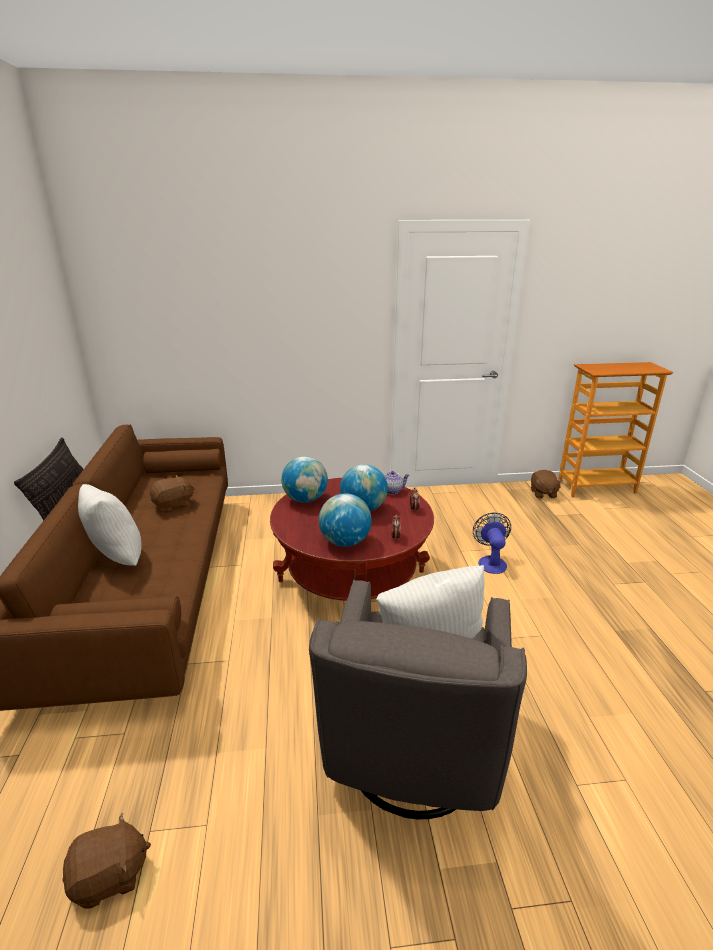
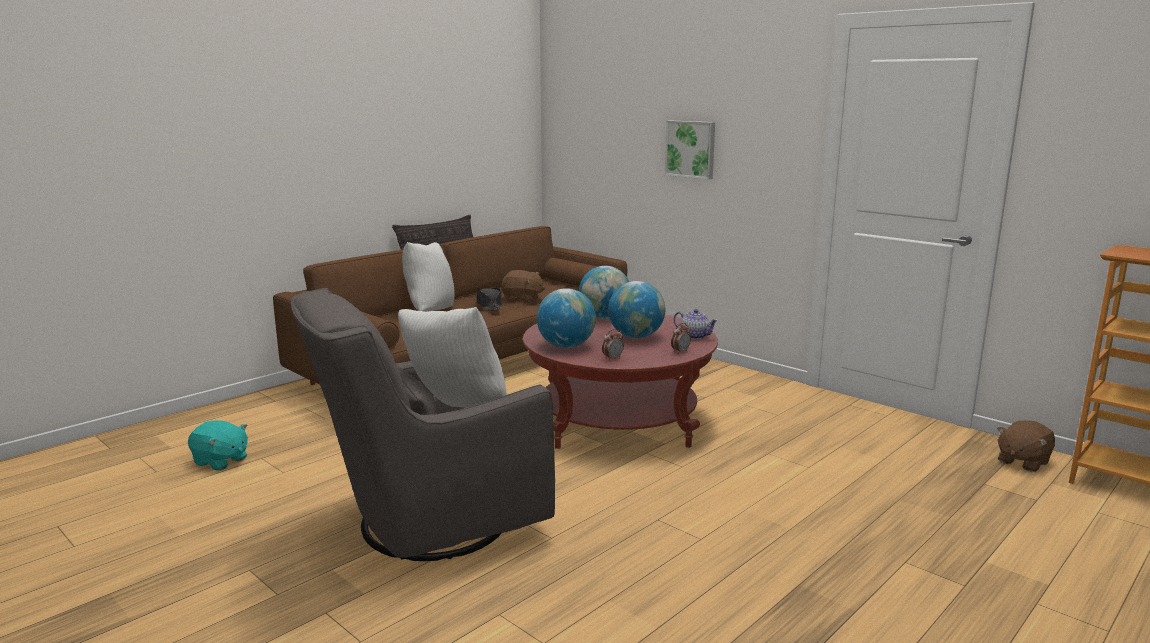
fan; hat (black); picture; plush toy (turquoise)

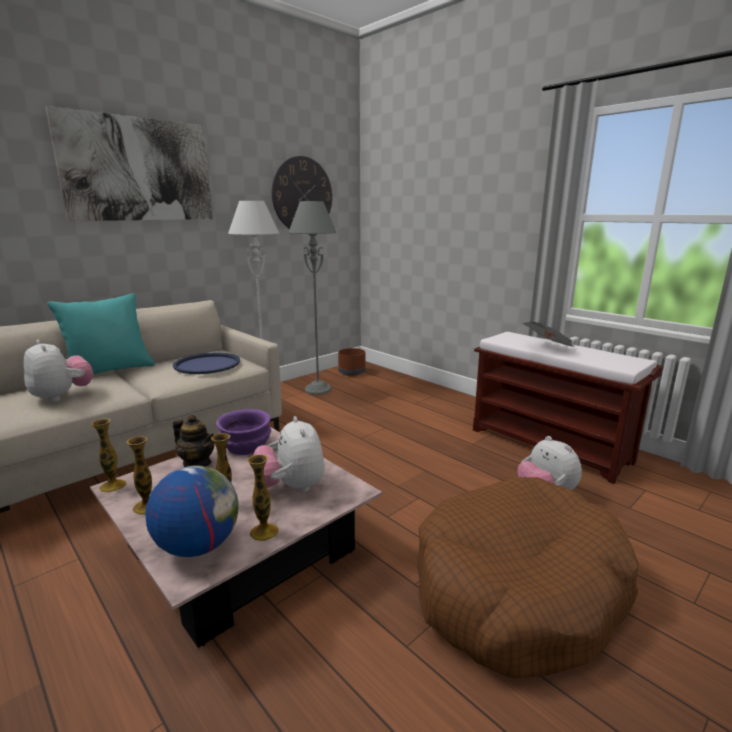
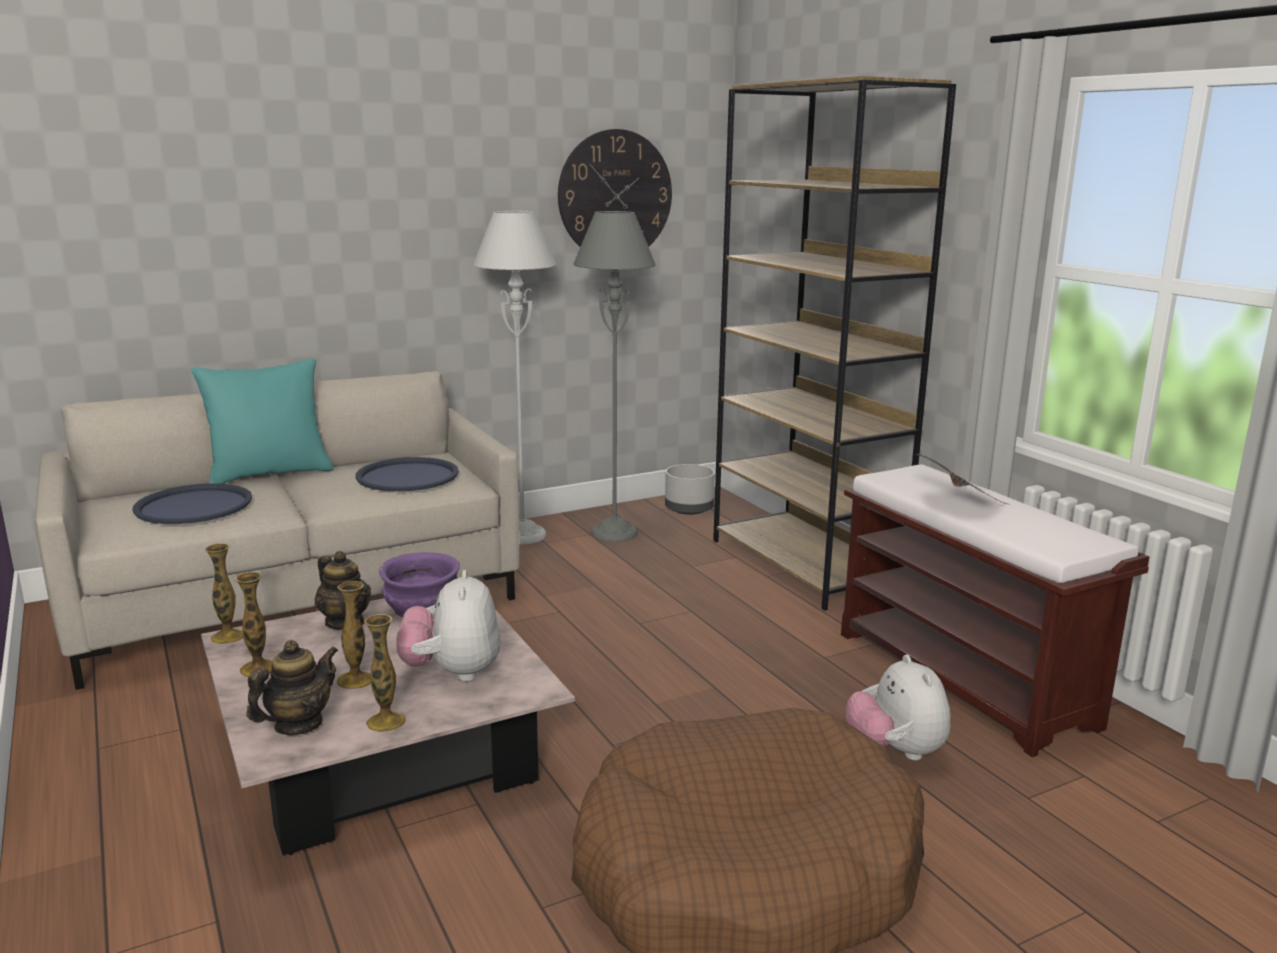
picture; bookcase (brown); tray (blue) (no. 1 from left); teapot (no. 1 from left); planter (grey)

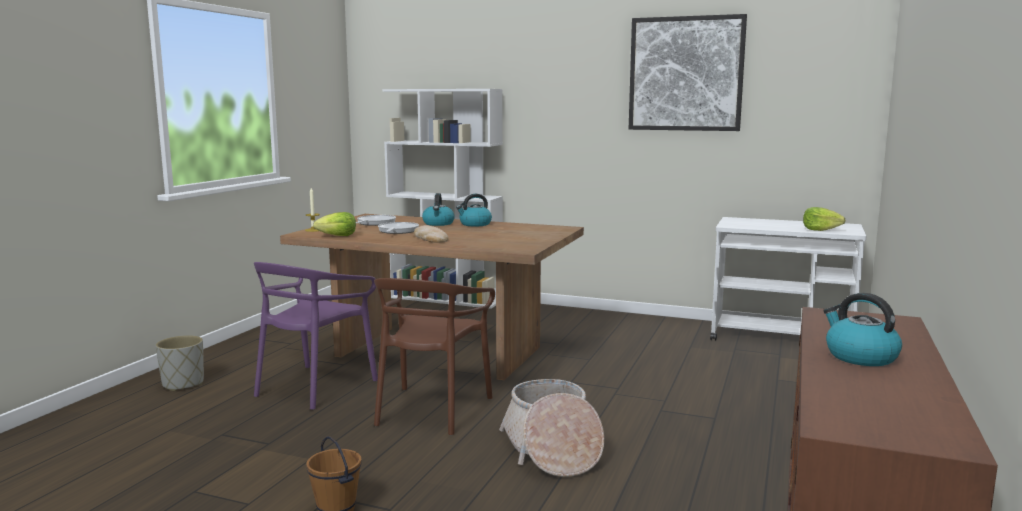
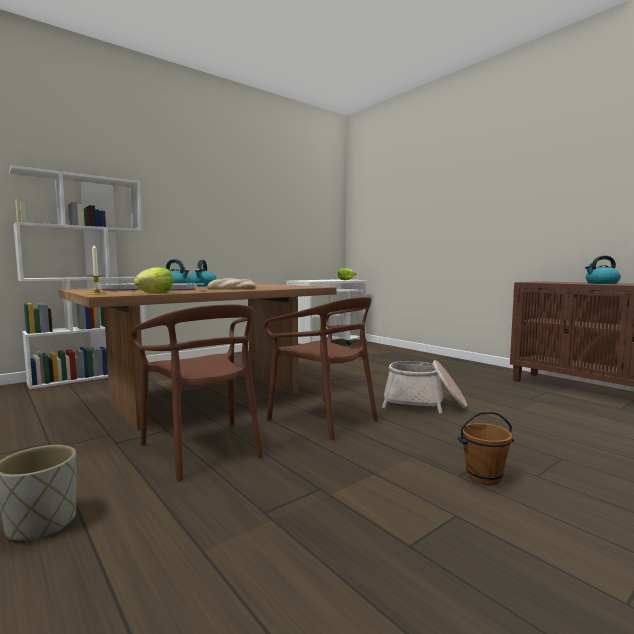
picture; chair (brown) (no. 1 from left)

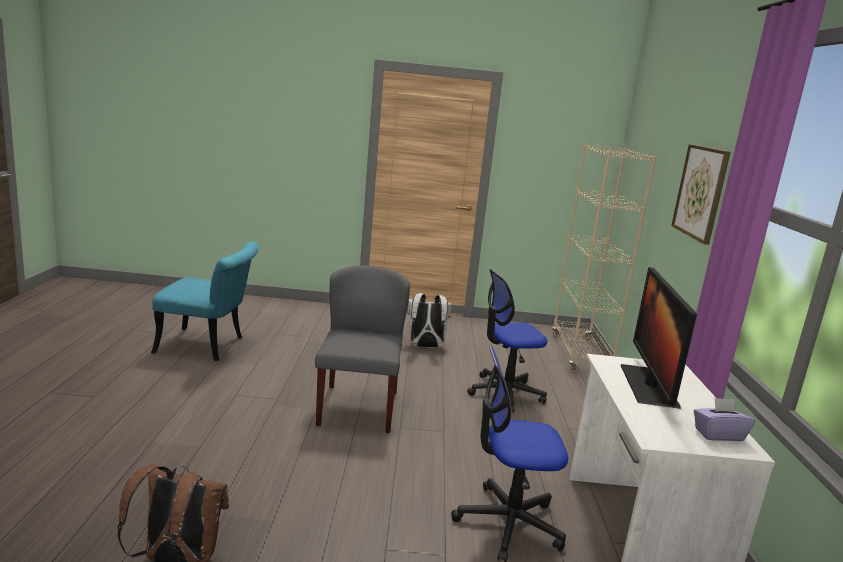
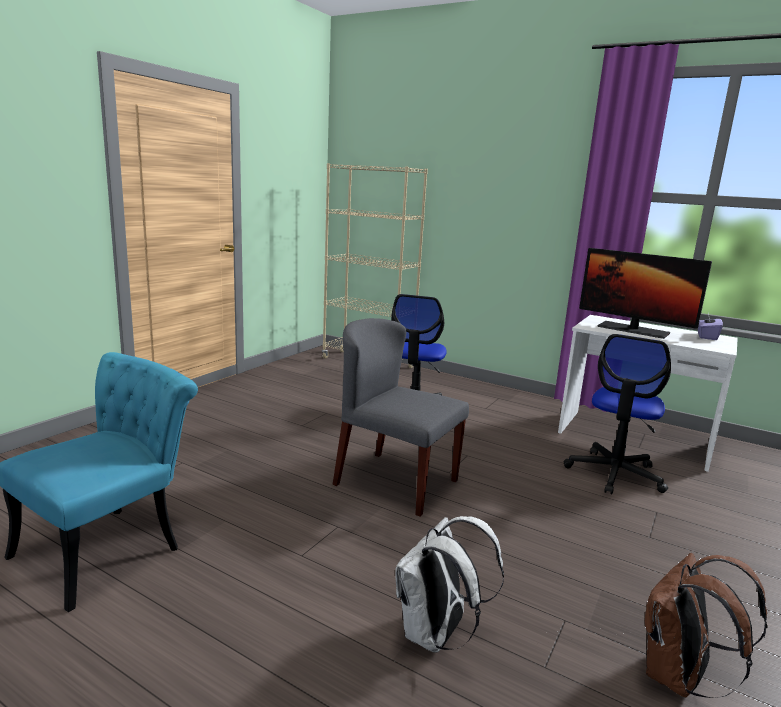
picture; backpack (white)

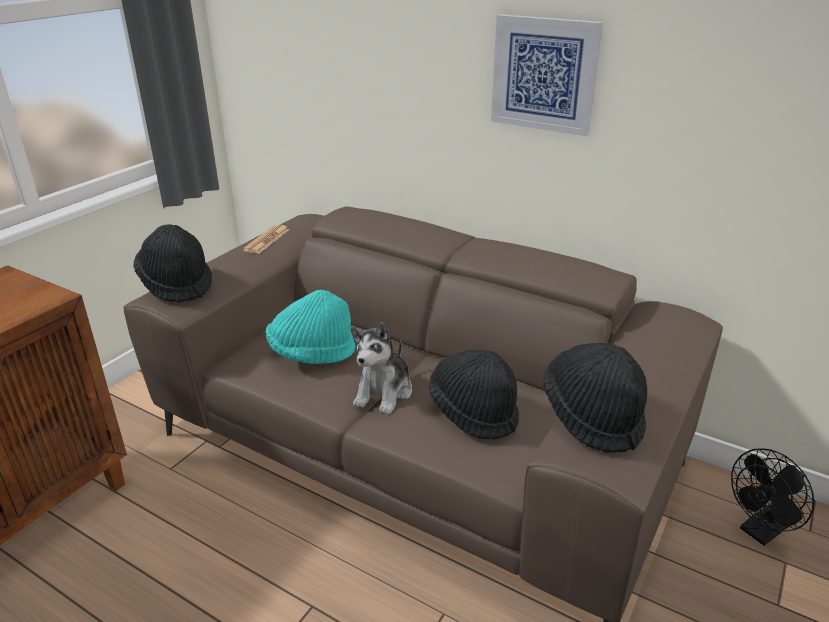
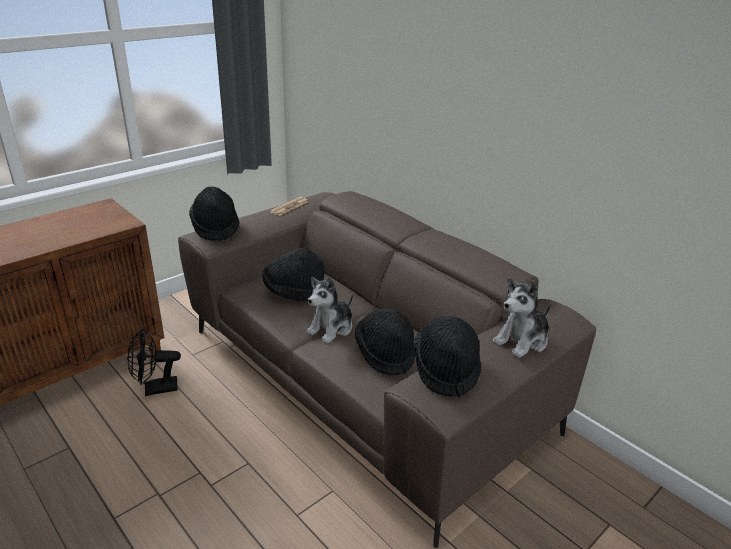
picture; plush toy (no. 2 from left); fan (black); hat (black) (no. 2 from left)

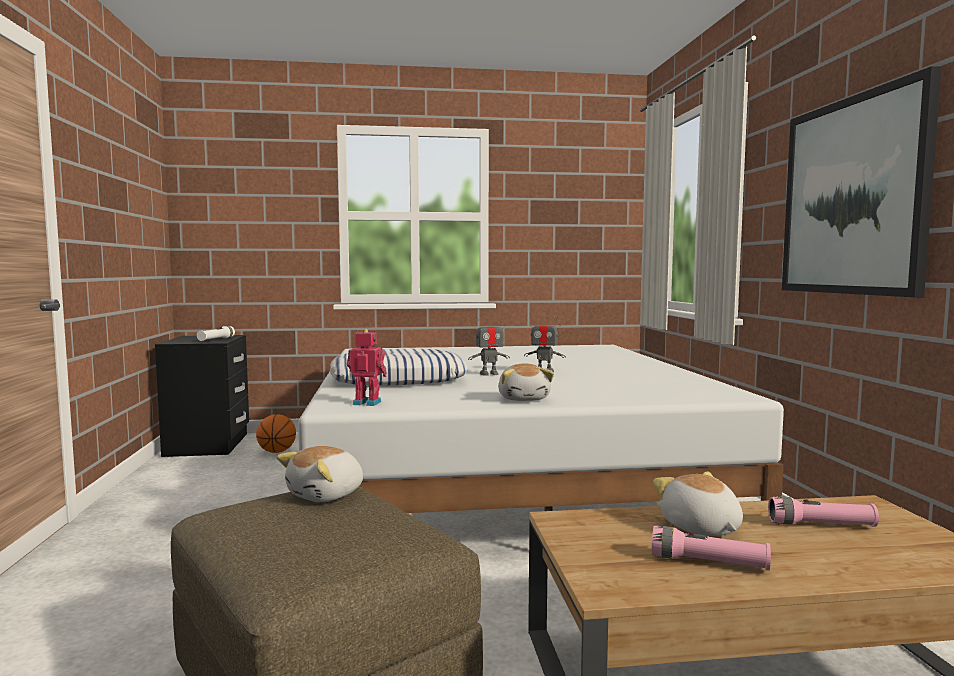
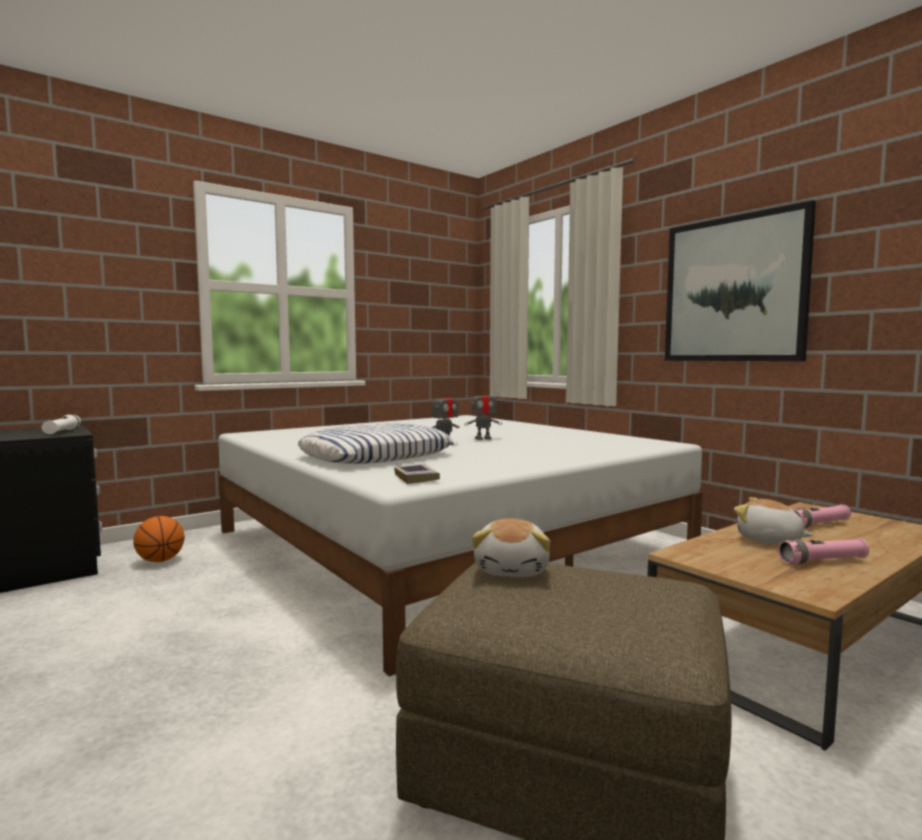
plush toy (no. 2 from left in the first image); book

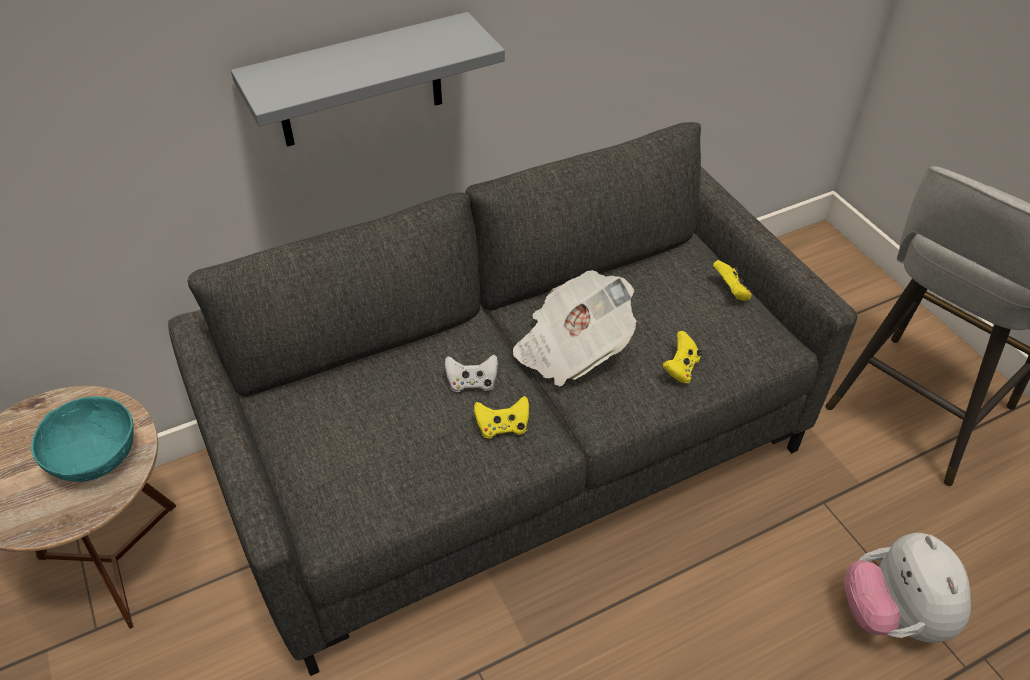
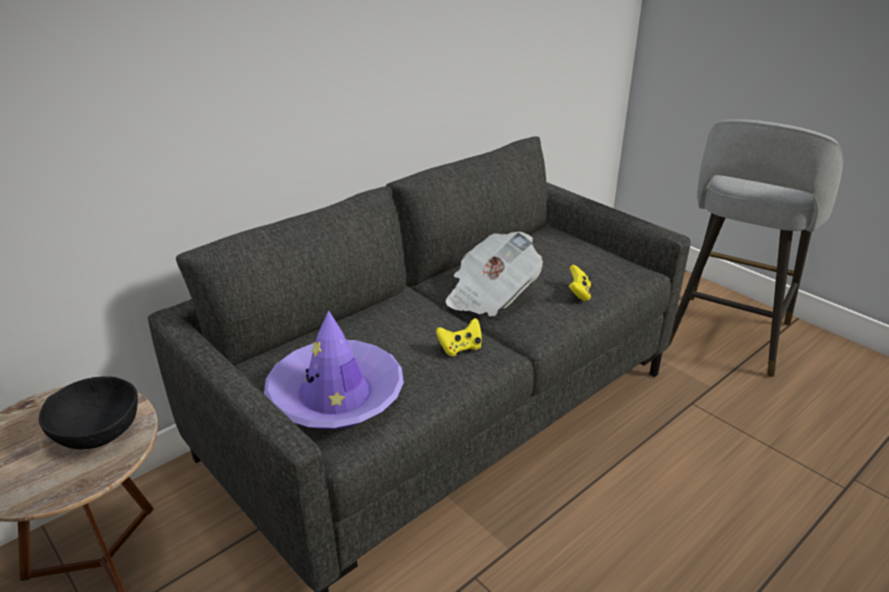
shelf (grey); game controller (white); game controller (yellow) (no. 3 from left in the first image); plush toy; hat (purple); bowl (black)

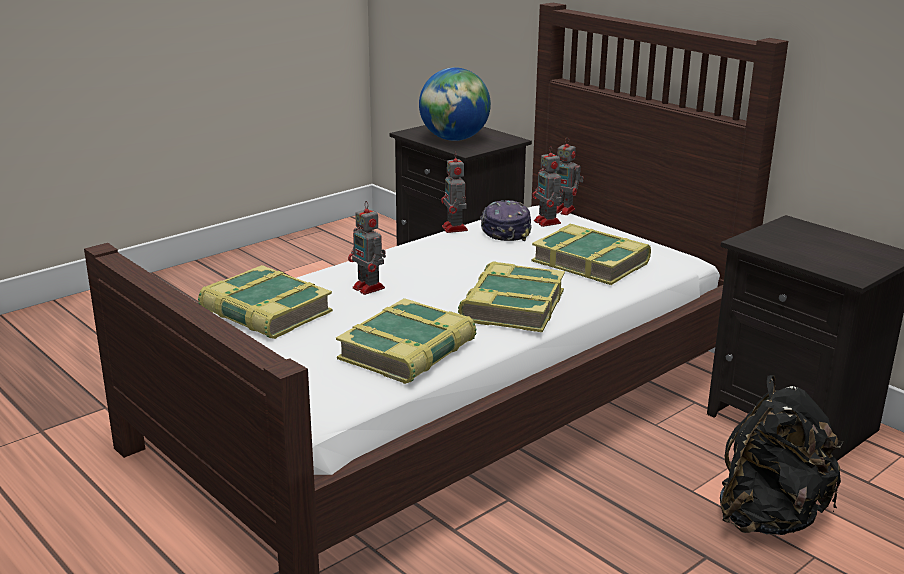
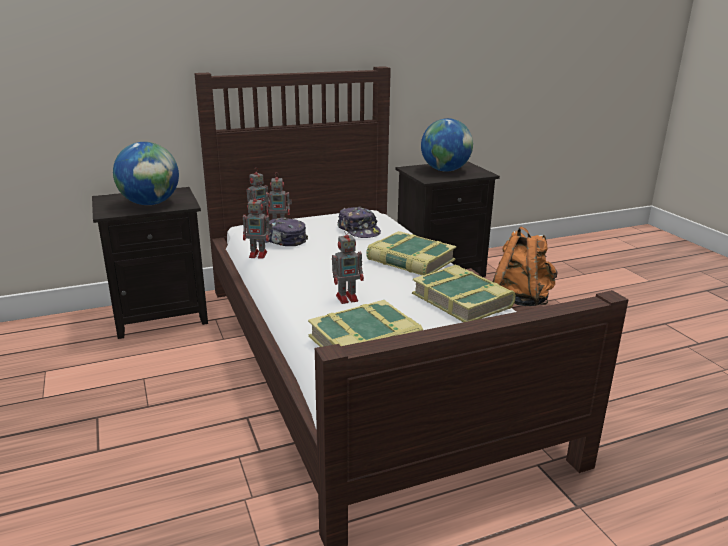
globe (no. 2 from left); cap (no. 2 from left); backpack (orange)

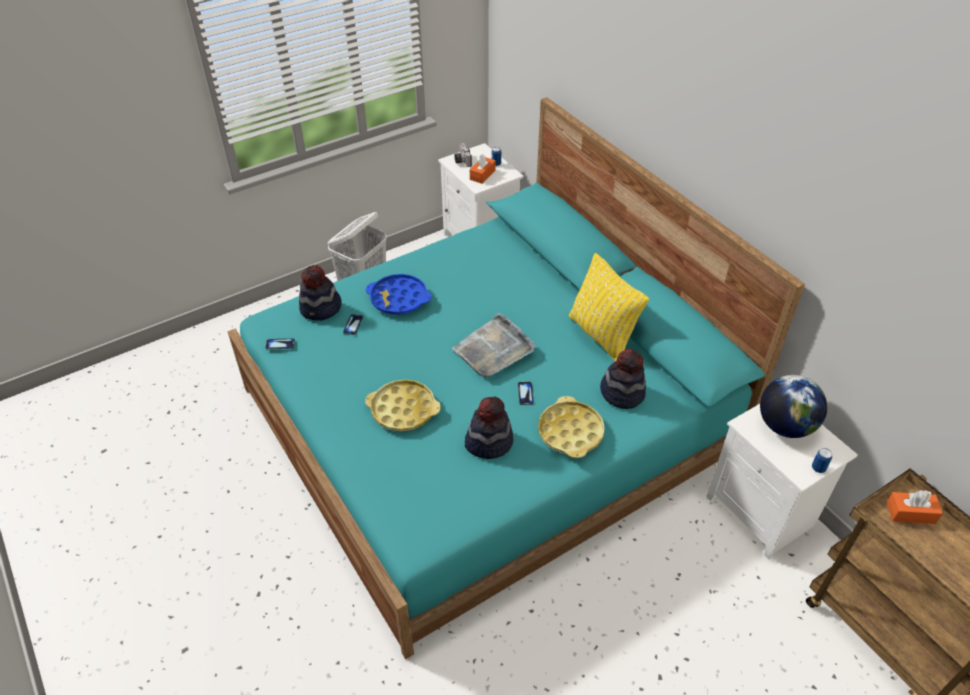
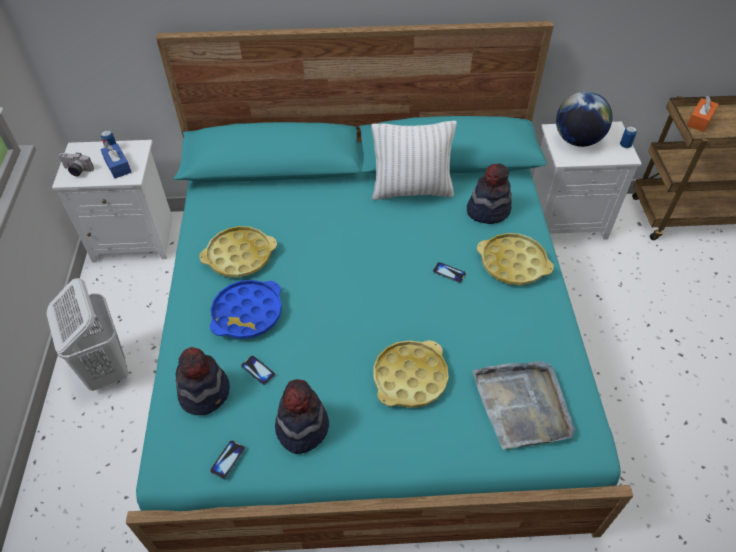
tray (yellow) (no. 1 from left); tray (grey); hat (no. 2 from left); tissue box (blue); pillow (white)

